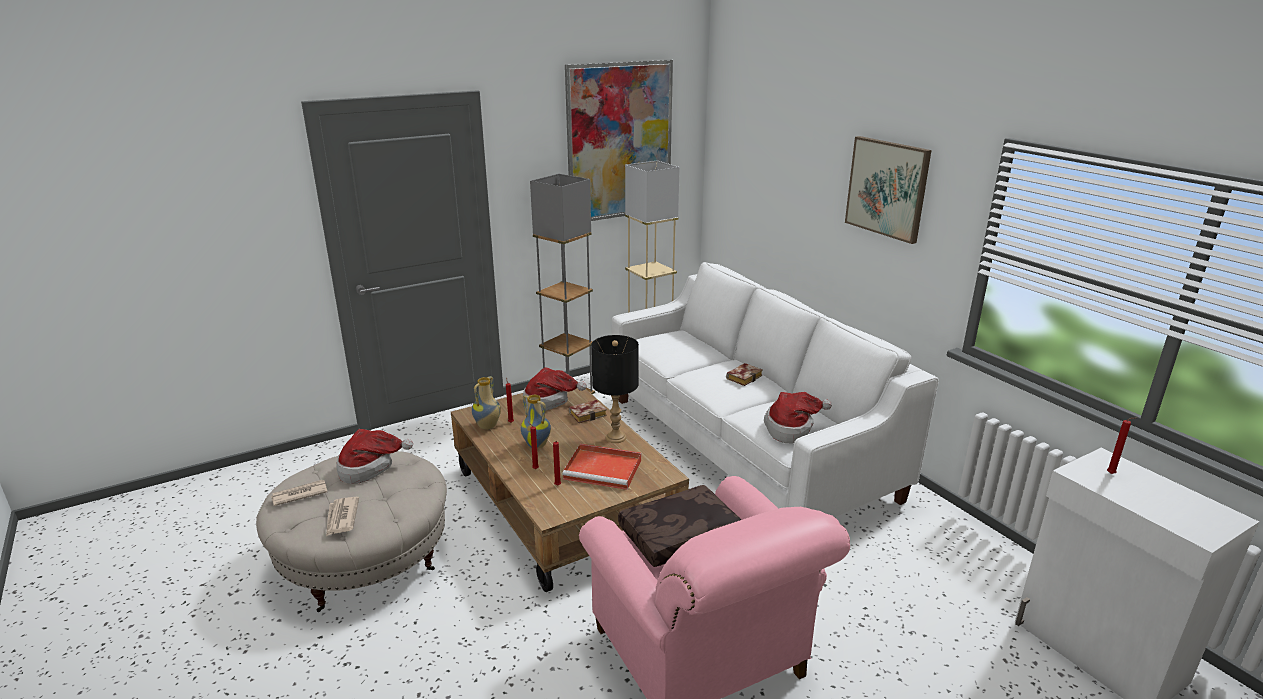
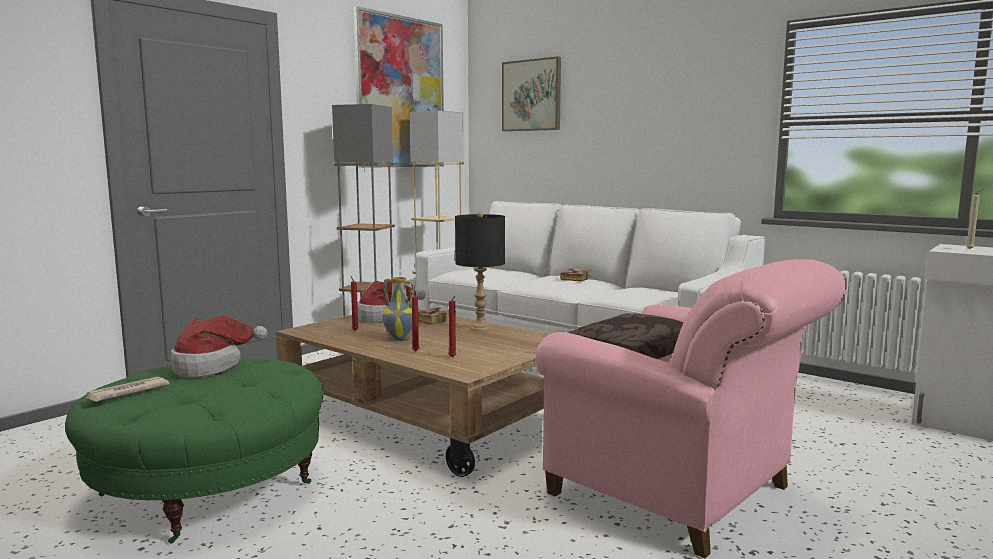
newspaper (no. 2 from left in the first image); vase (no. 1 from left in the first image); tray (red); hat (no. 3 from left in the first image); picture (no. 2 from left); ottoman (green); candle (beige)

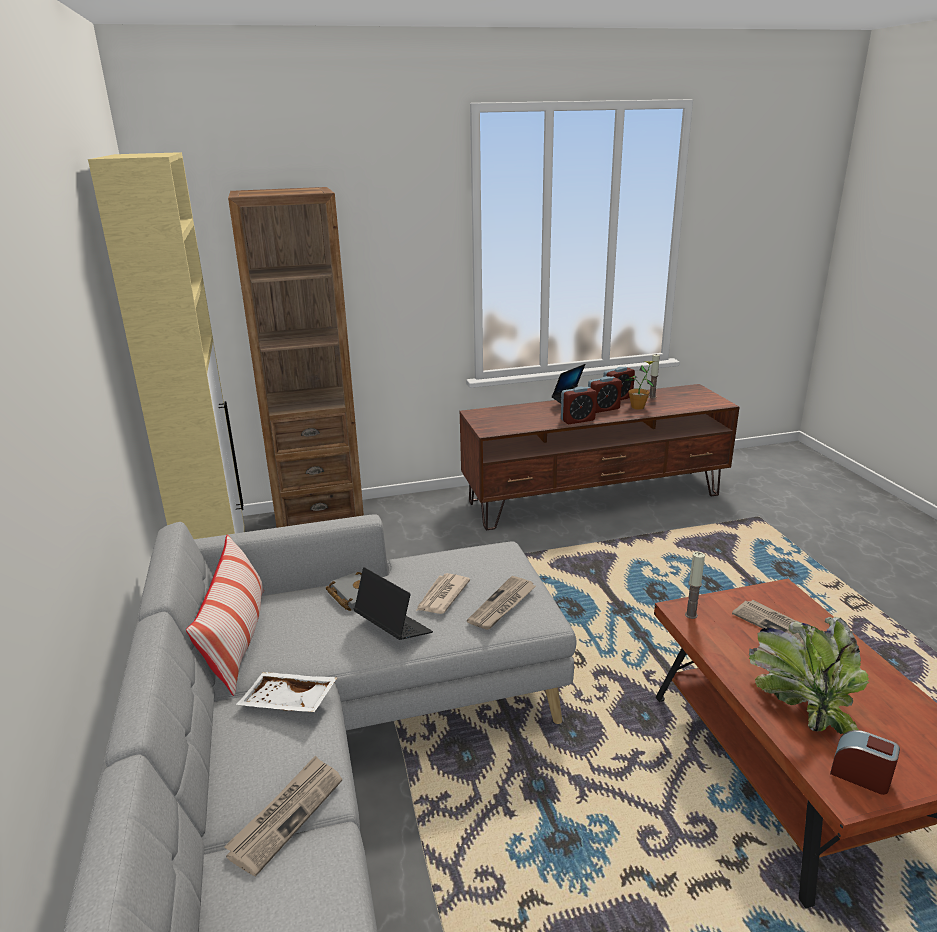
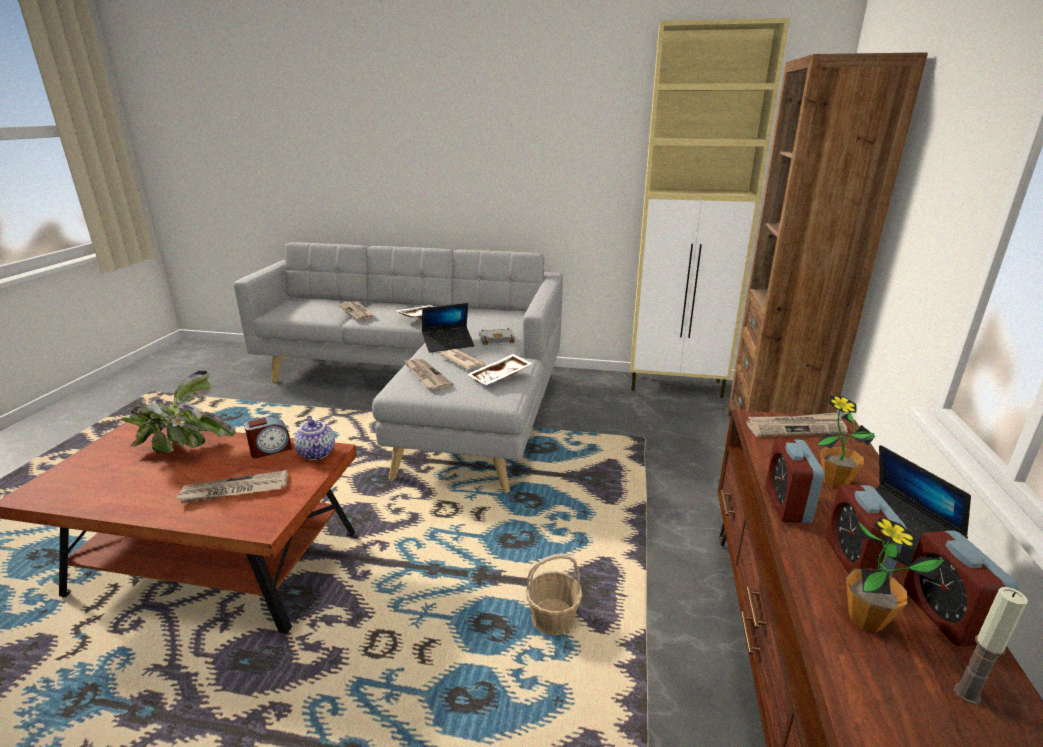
pillow; tray (white) (no. 2 from left); basket; newspaper (no. 5 from left); potted plant (no. 2 from left); alarm clock (no. 1 from left); teapot

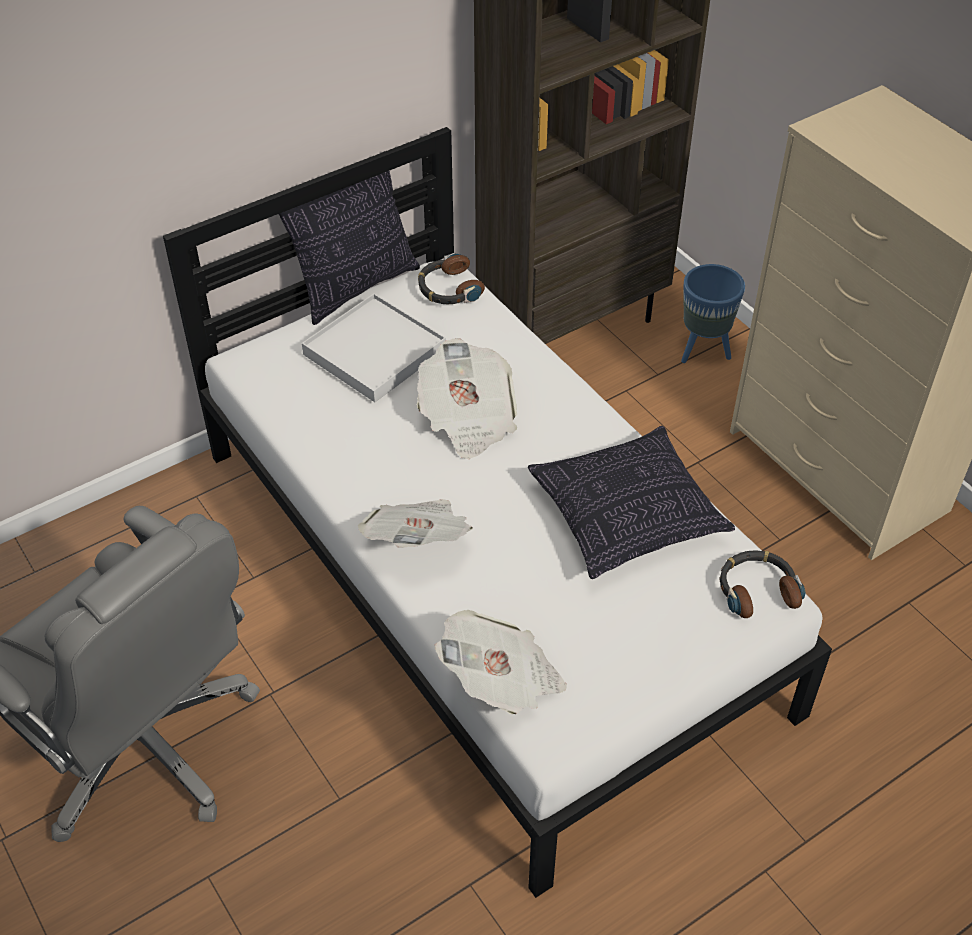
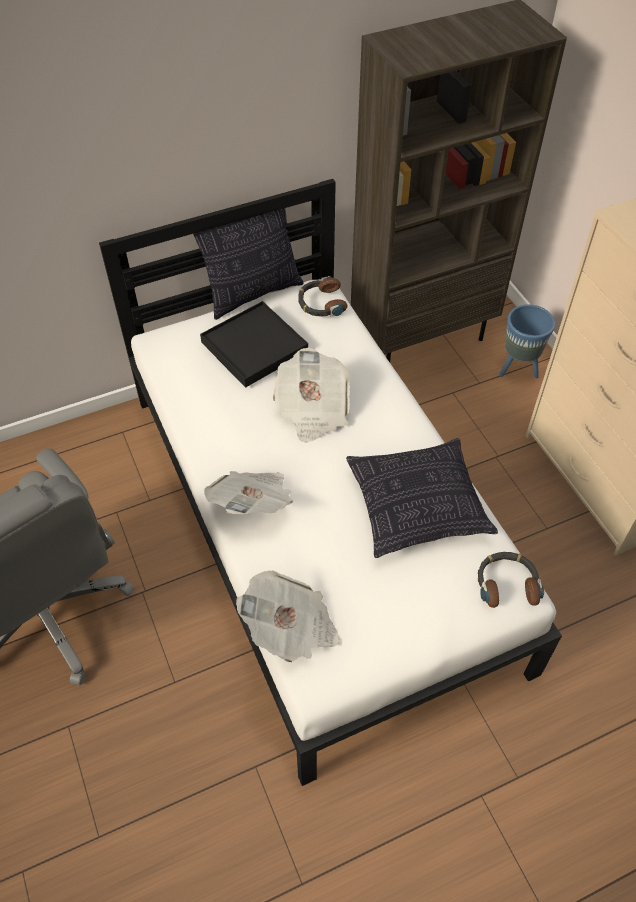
tray (black)

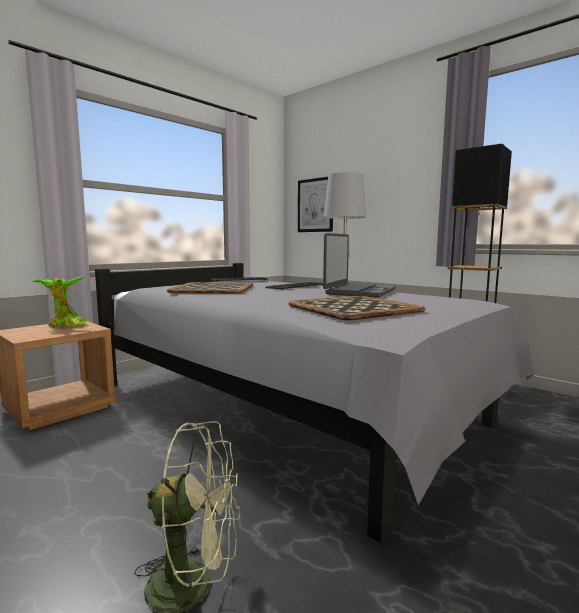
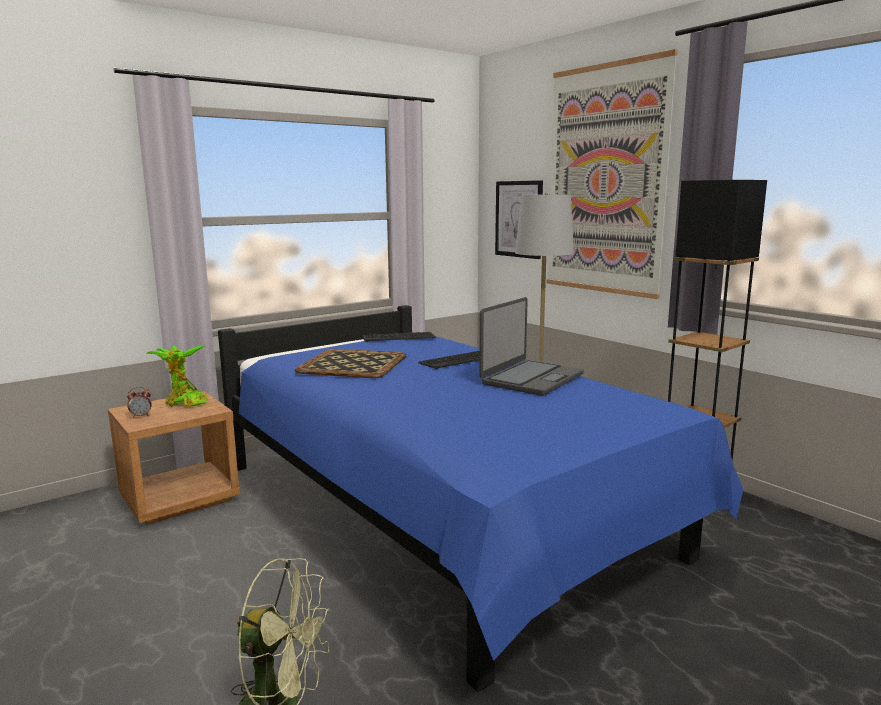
tray (no. 2 from left in the first image); alarm clock; picture (no. 2 from left); bed (blue)

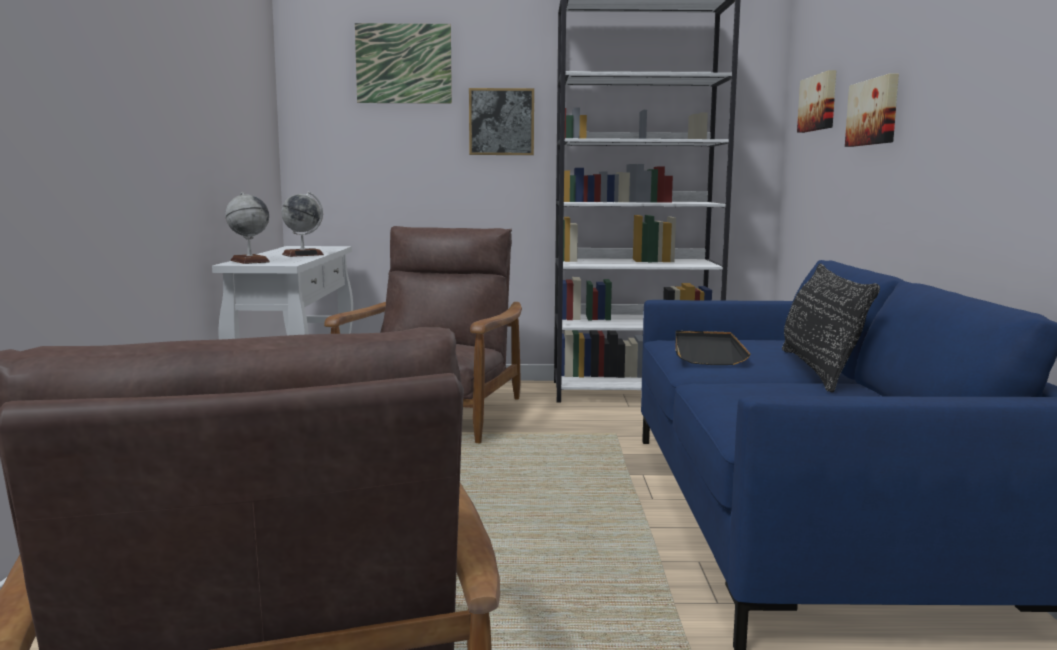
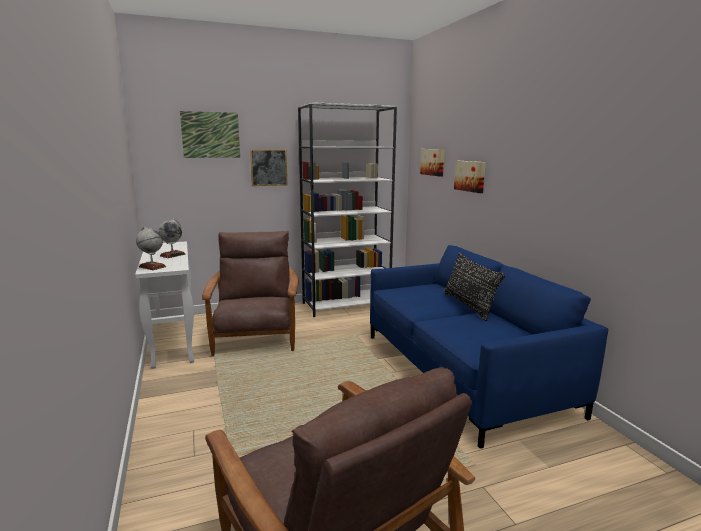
tray (black)

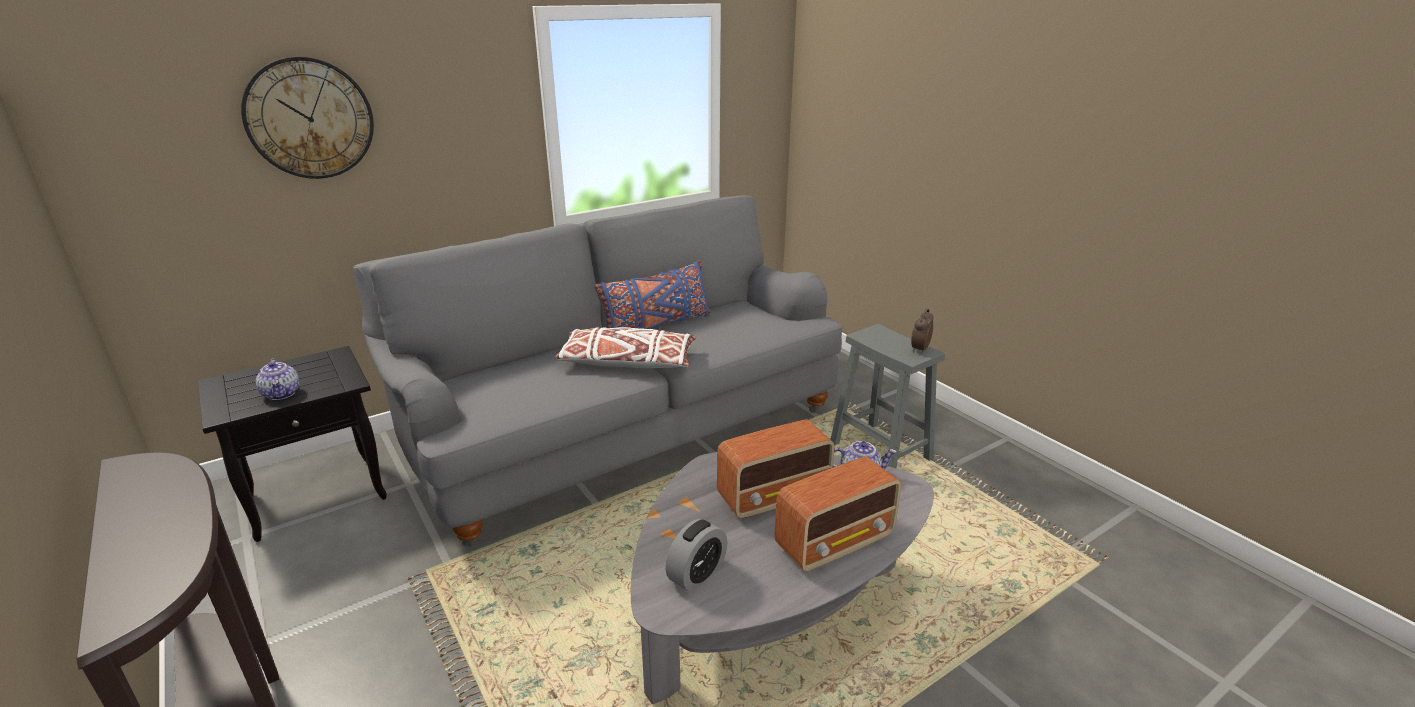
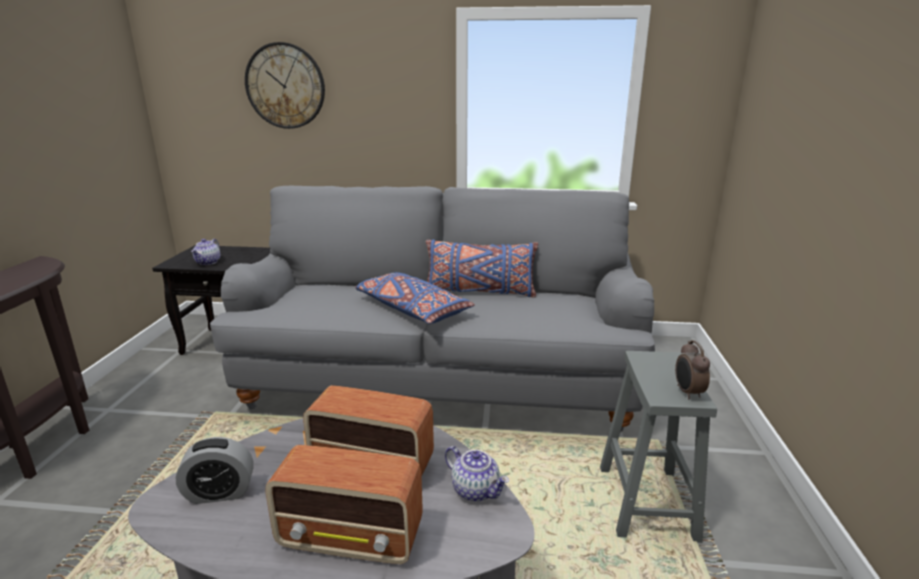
pillow (blue) (no. 1 from left); alarm clock (no. 2 from left)

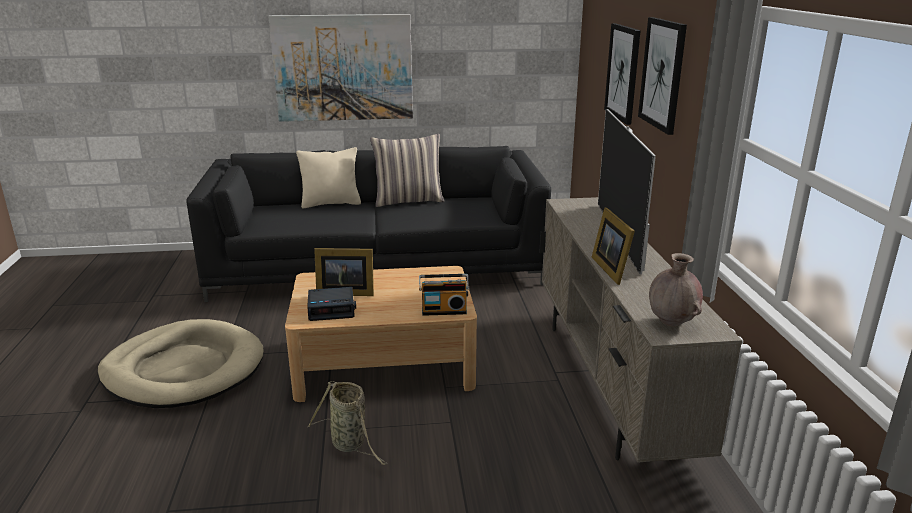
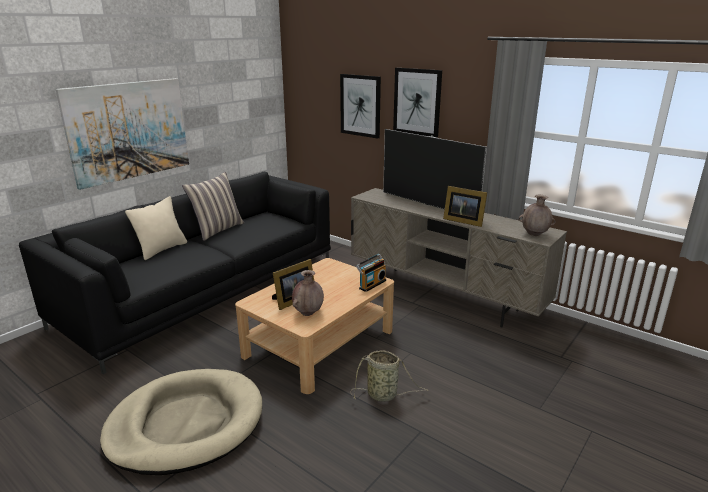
vase (brown) (no. 1 from left)

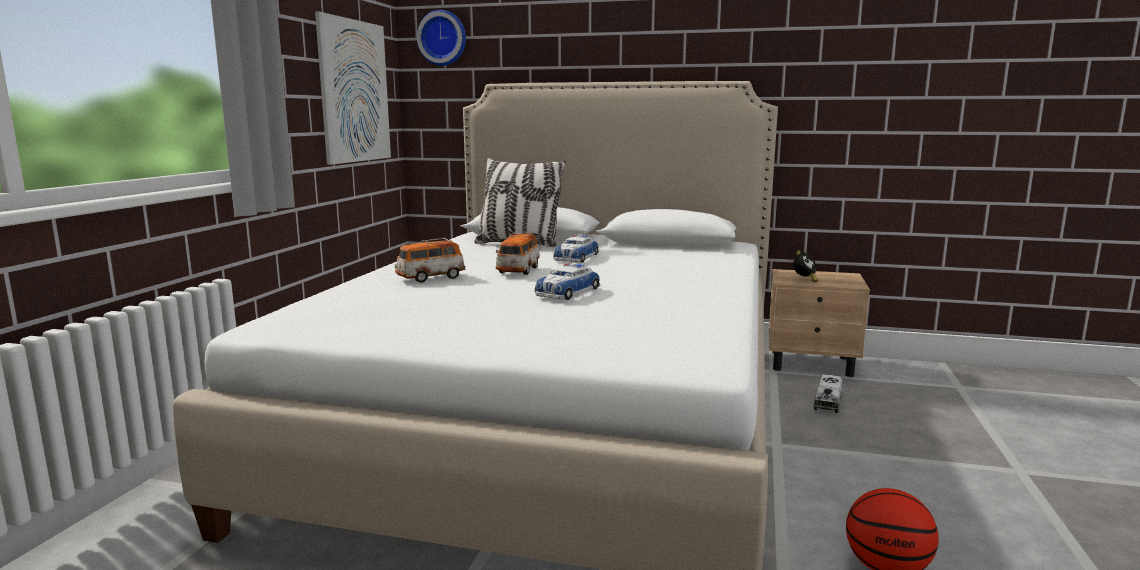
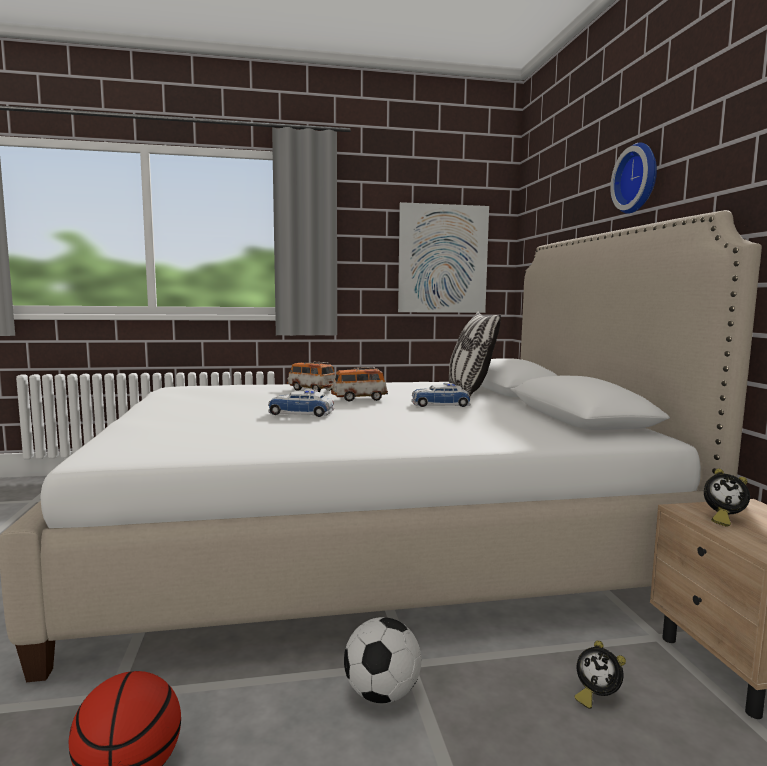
football; wall clock; alarm clock (no. 1 from left)

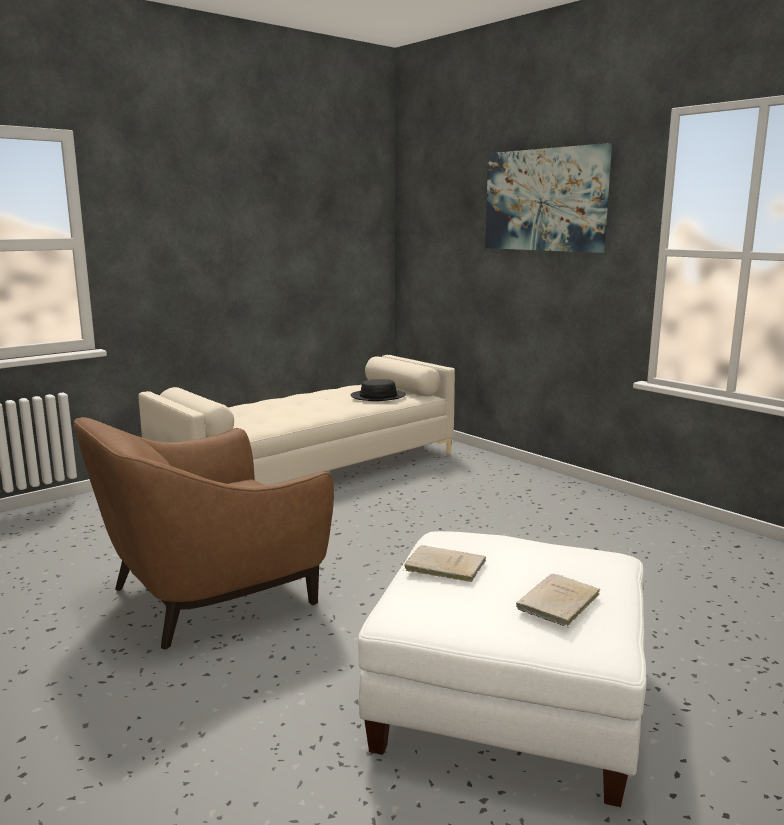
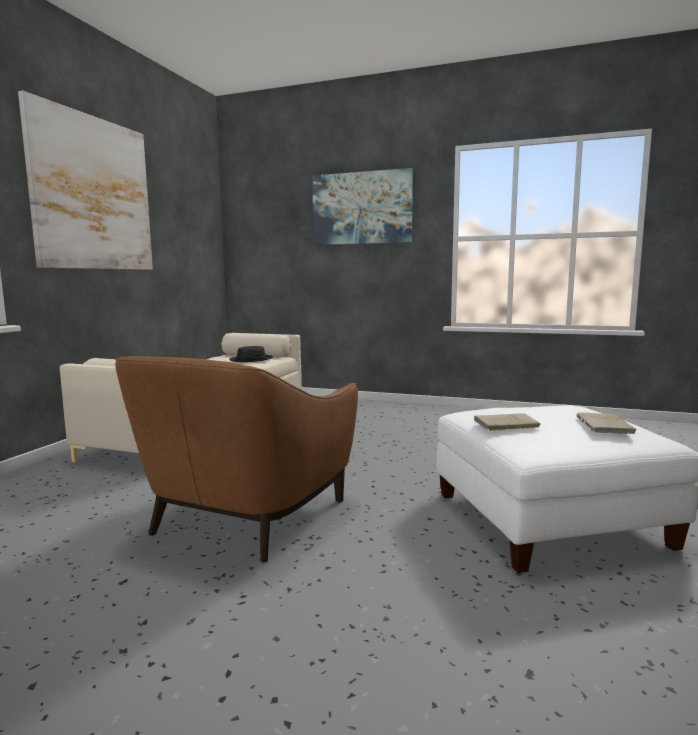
picture (no. 1 from left)

